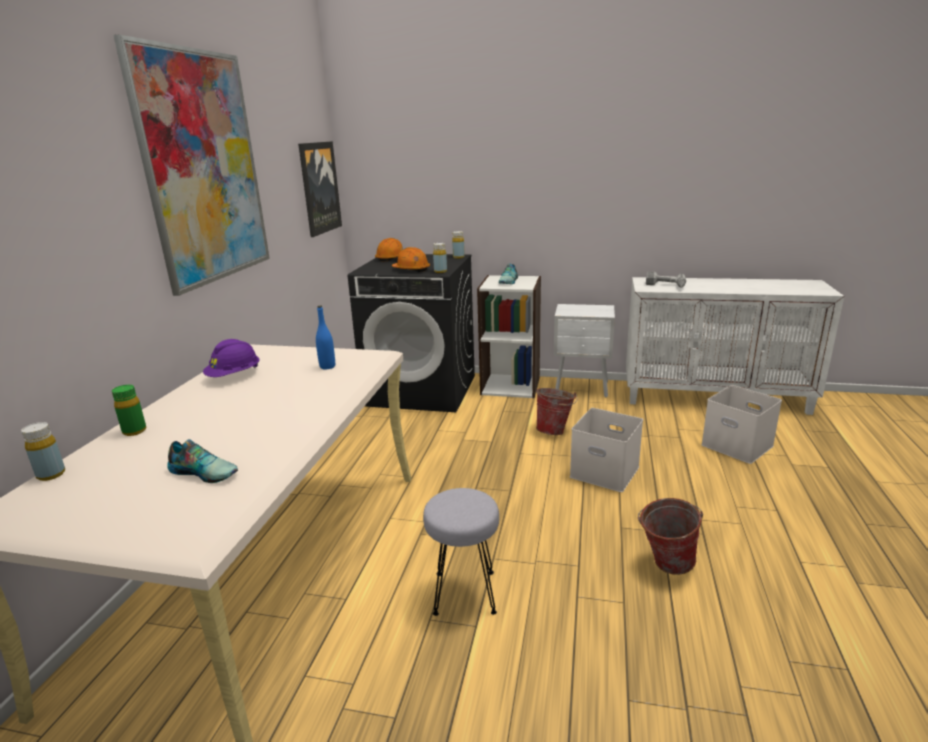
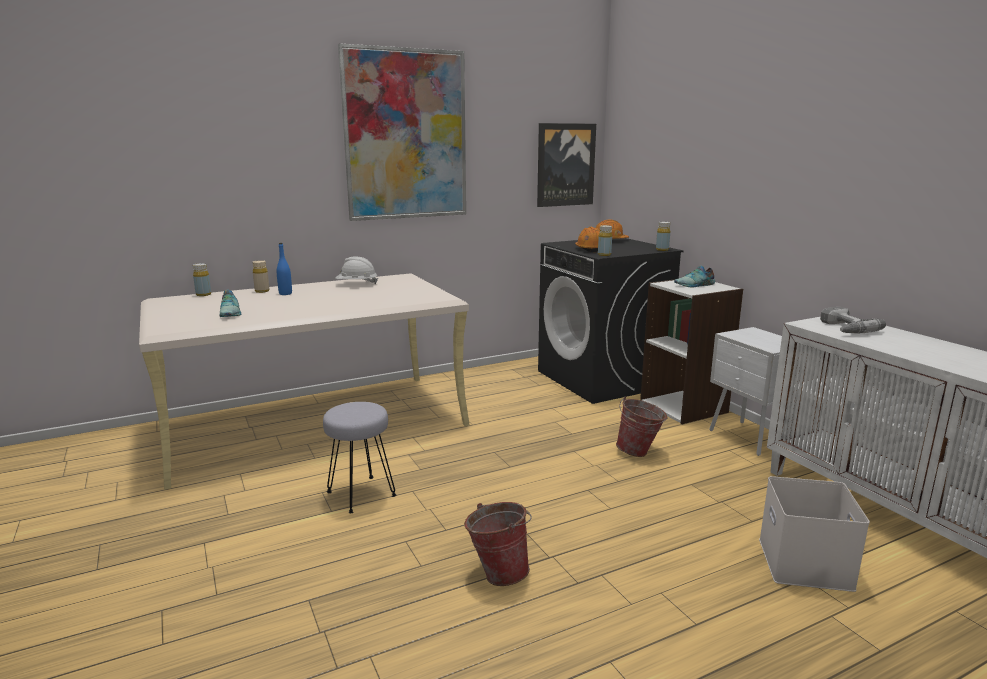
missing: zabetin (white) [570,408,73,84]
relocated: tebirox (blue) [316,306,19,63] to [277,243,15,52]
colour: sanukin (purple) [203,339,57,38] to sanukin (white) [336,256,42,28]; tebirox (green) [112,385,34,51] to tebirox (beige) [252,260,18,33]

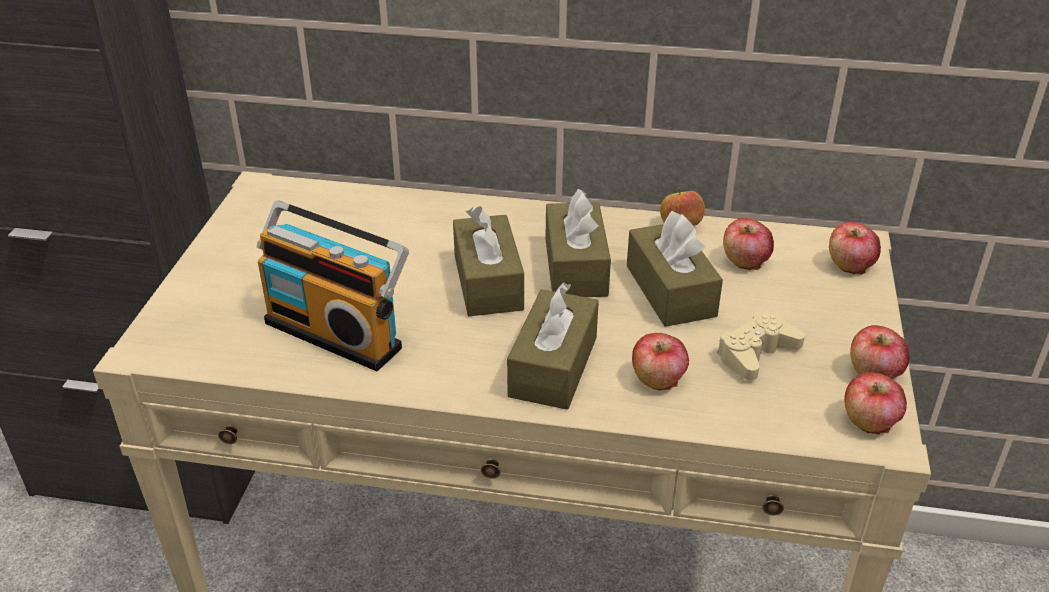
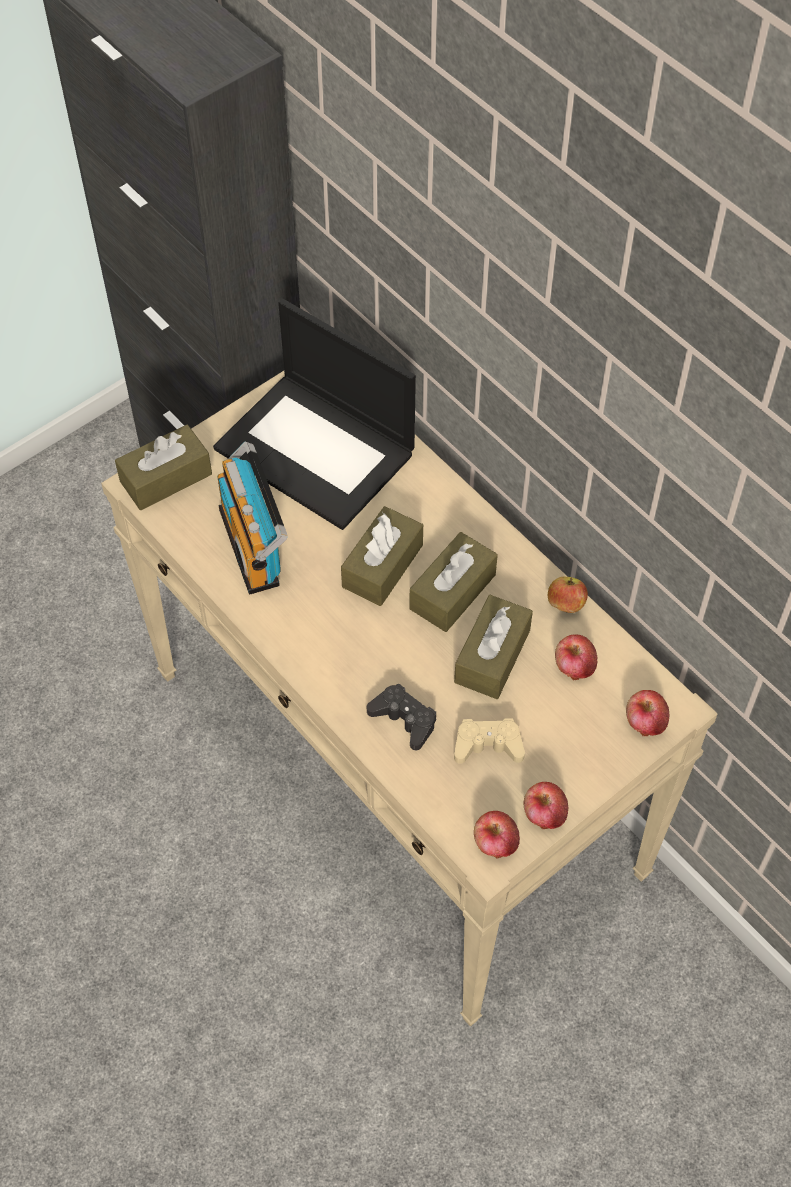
appeared: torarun [213,299,203,231]
relocated: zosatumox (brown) [507,282,92,128] to [115,425,97,85]
exchanged: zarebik [632,333,57,58] to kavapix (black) [367,684,69,66]

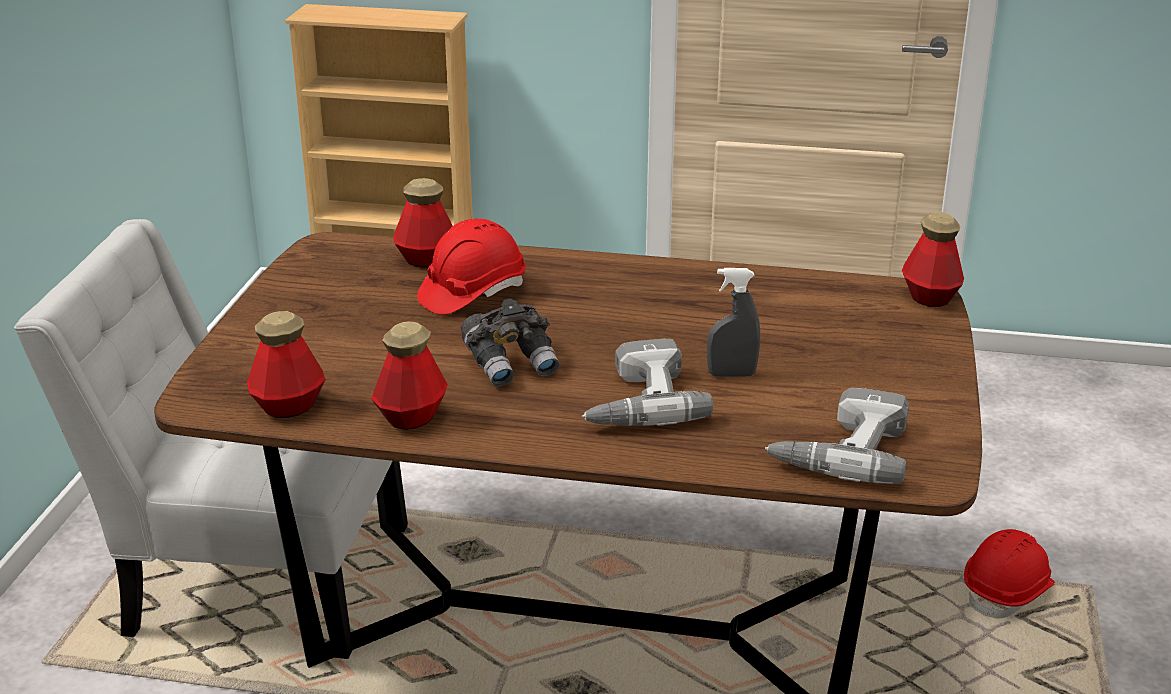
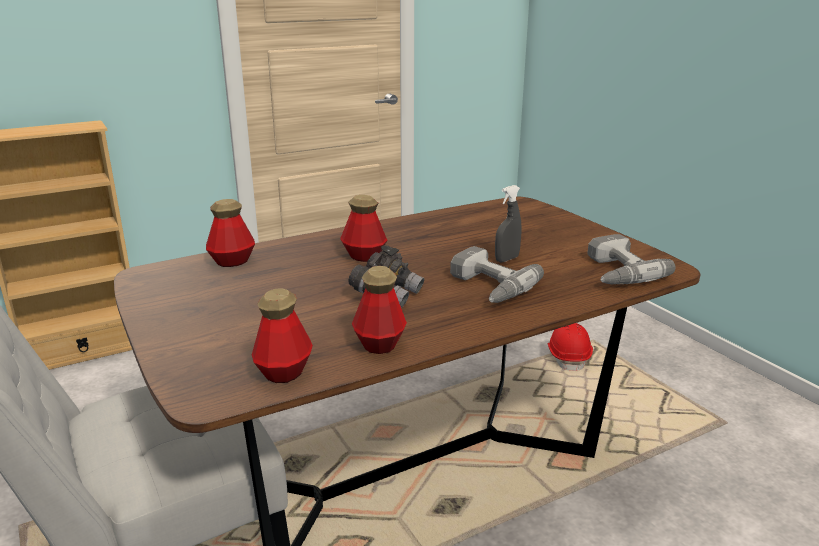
missing: sanukin (red) [417,219,109,96]
relocated: tebirox [902,212,62,95] to [340,195,47,67]

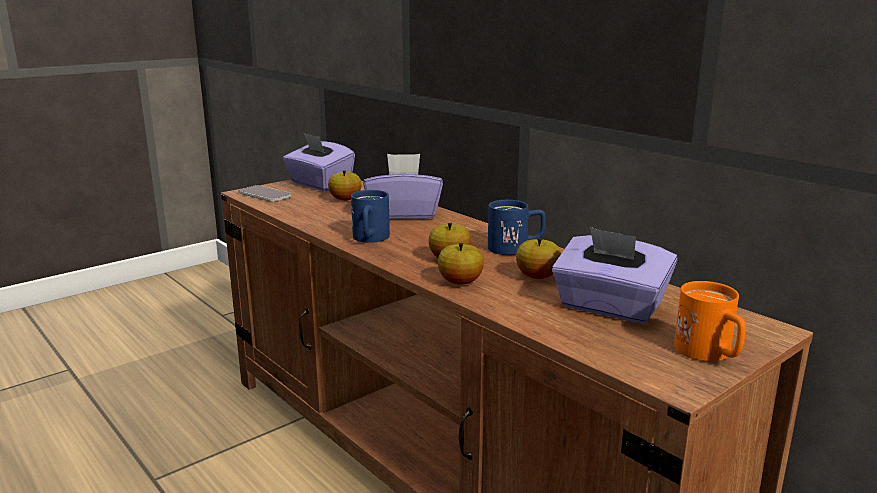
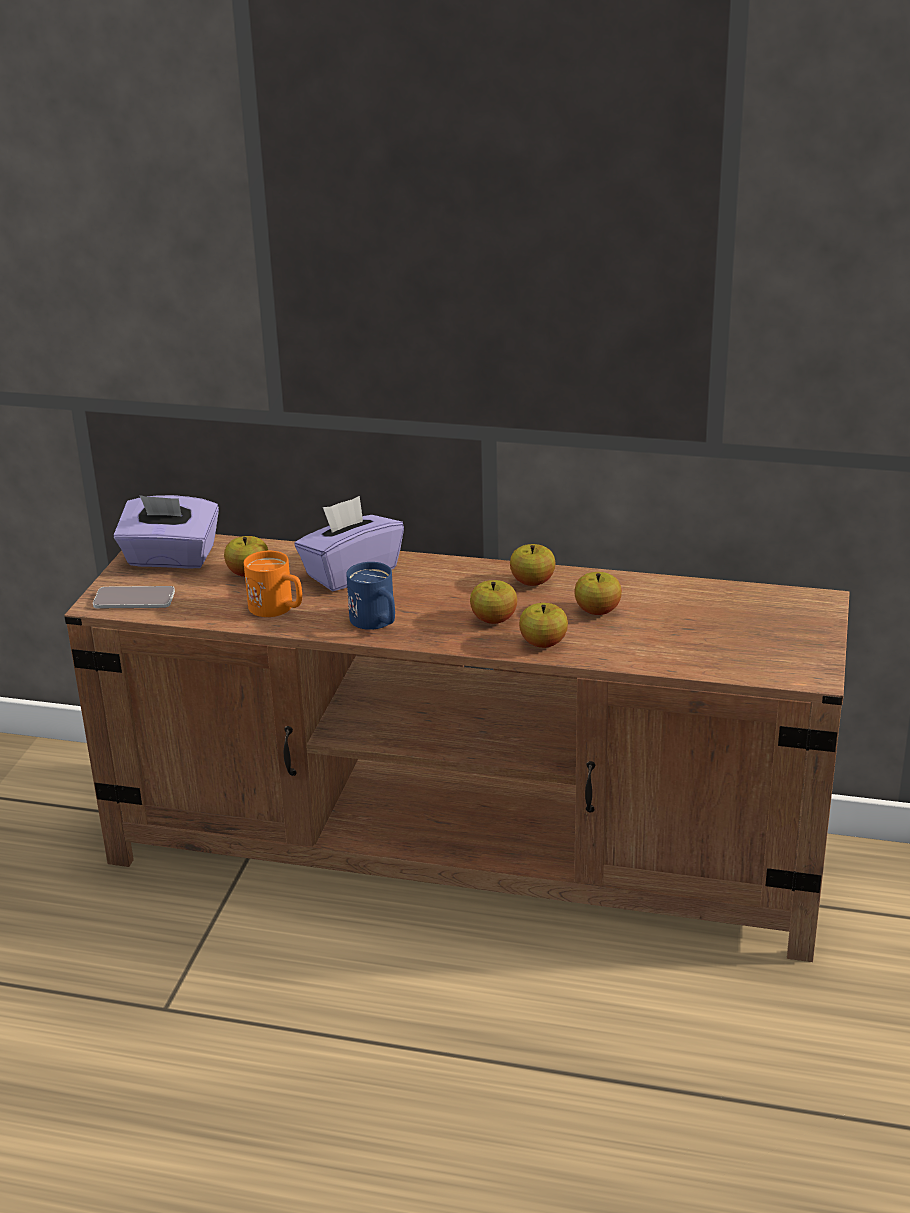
missing: zosatumox (purple) [552,227,125,97]
relocated: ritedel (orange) [674,281,72,81] to [244,551,58,66]
exchanged: ritedel (blue) [488,200,58,55] to zarebik [510,544,45,42]

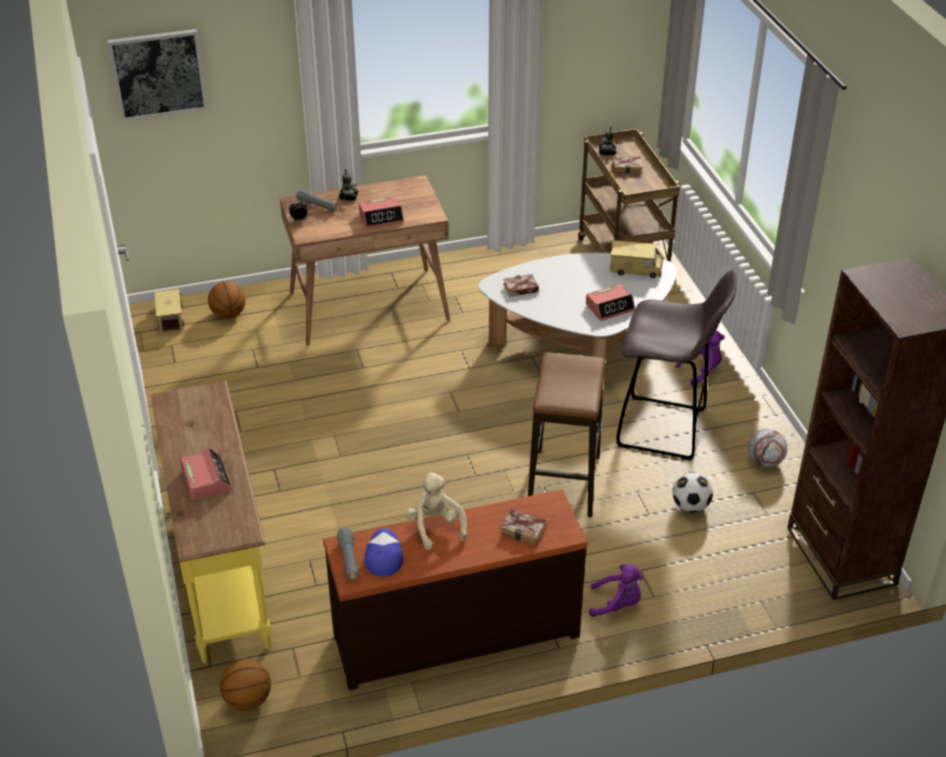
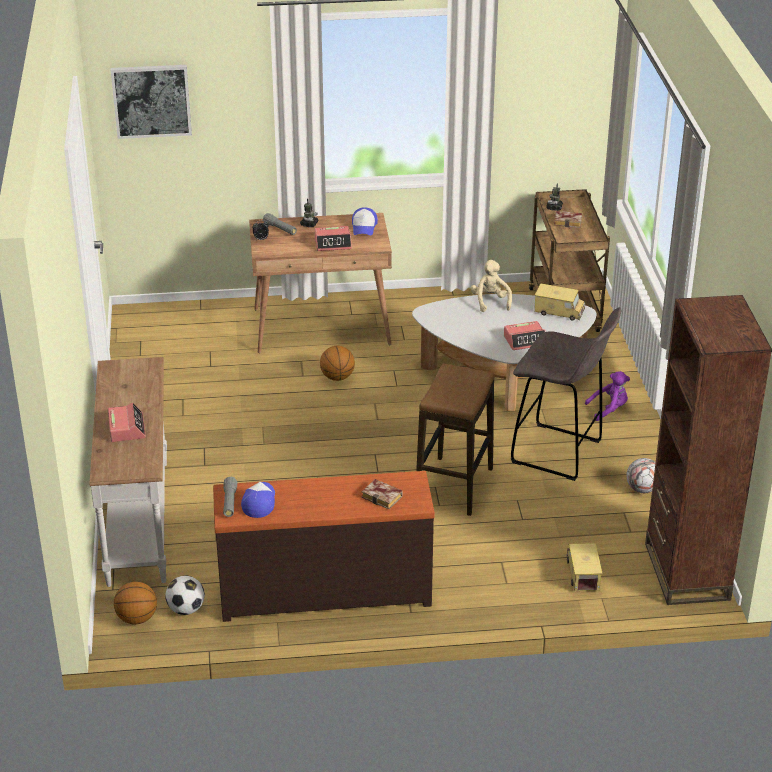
missing: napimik [503,274,36,23]; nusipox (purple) [589,564,54,53]
appeared: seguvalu [352,207,26,28]
relocated: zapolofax [208,281,37,38] to [320,346,35,35]; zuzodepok [154,289,30,44] to [567,543,36,48]; nusipox (beige) [405,472,62,78] to [470,260,42,52]; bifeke [673,472,40,41] to [165,576,40,39]
colour: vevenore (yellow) [150,381,121,282] to vevenore (white) [90,357,77,230]

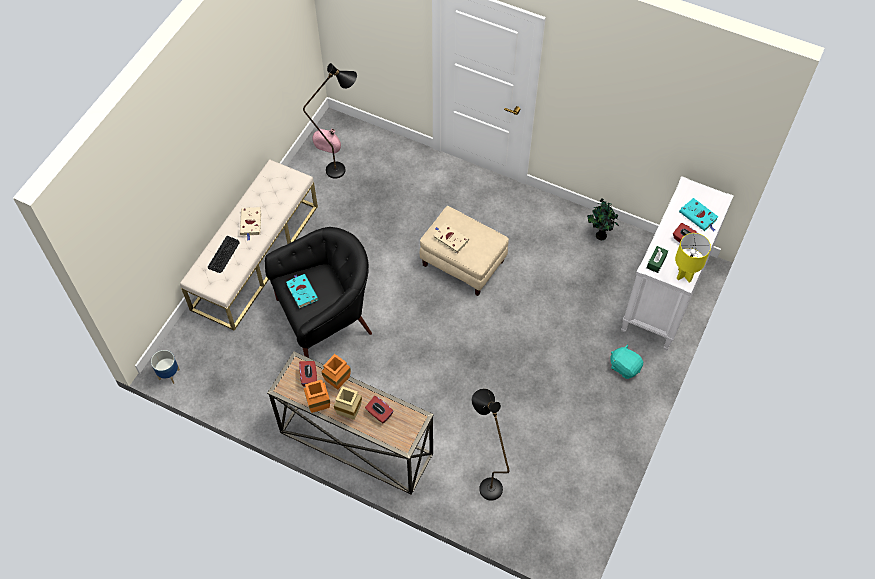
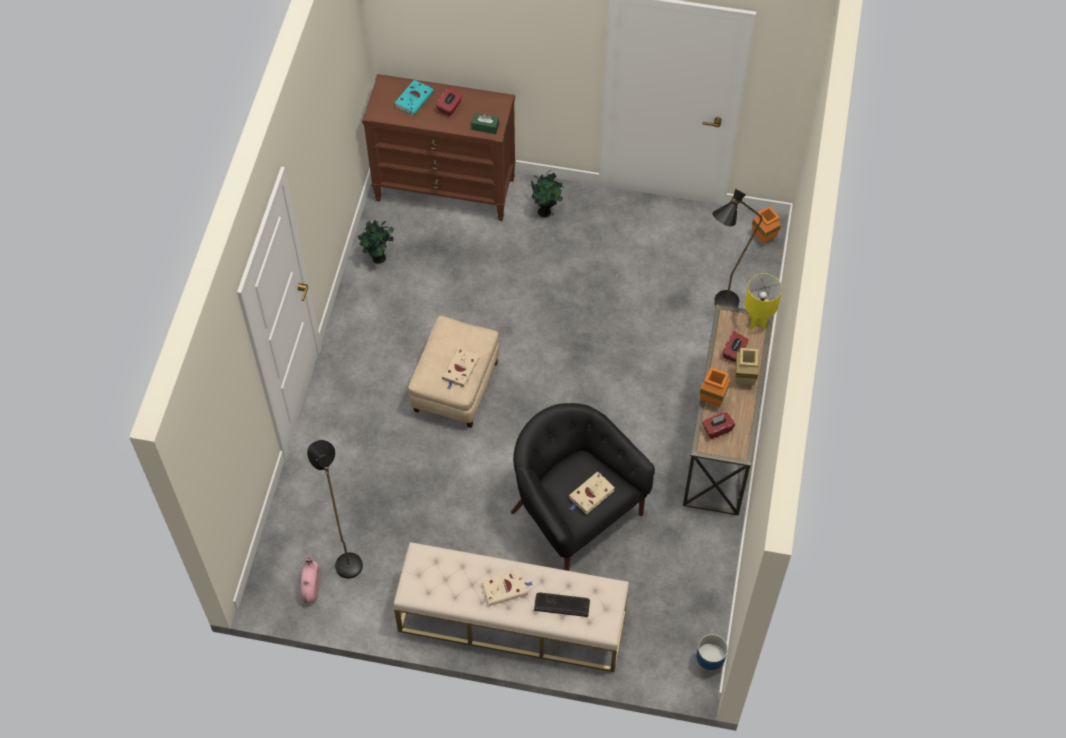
relocated: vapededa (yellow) [675,233,36,49] to [745,273,37,56]; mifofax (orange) [304,380,26,33] to [752,206,29,38]
exchanged: nusipox (turquoise) [611,344,32,35] to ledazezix [530,170,34,47]
colour: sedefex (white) [621,176,113,174] to sedefex (brown) [362,74,154,147]; napimik (turquoise) [286,274,32,34] to napimik (beige) [569,472,46,43]

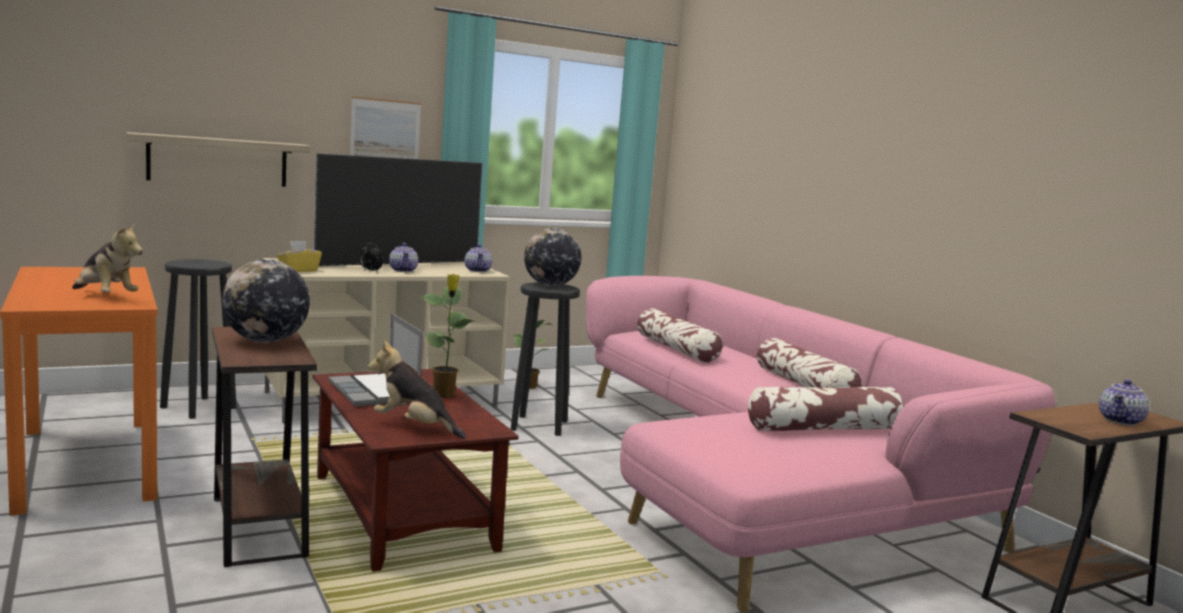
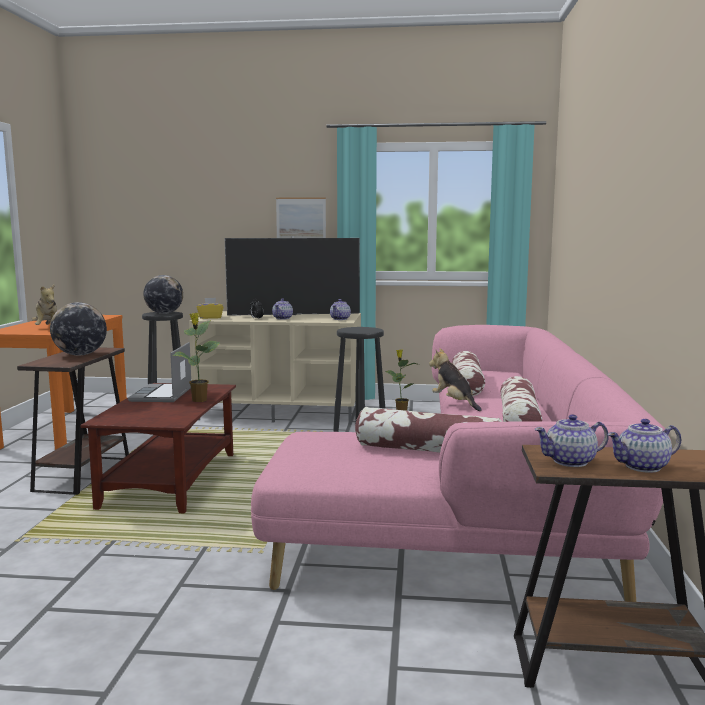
missing: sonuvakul [126,132,185,55]
appeared: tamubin [534,414,75,53]
relocated: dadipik [524,228,57,58] to [144,275,39,39]; nusipox [368,341,98,98] to [429,348,53,63]

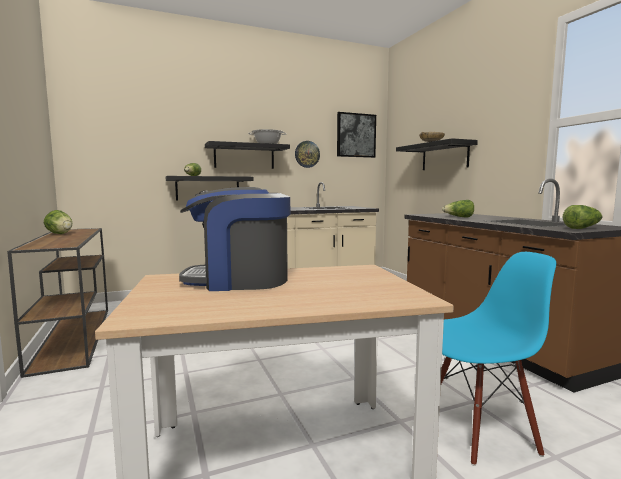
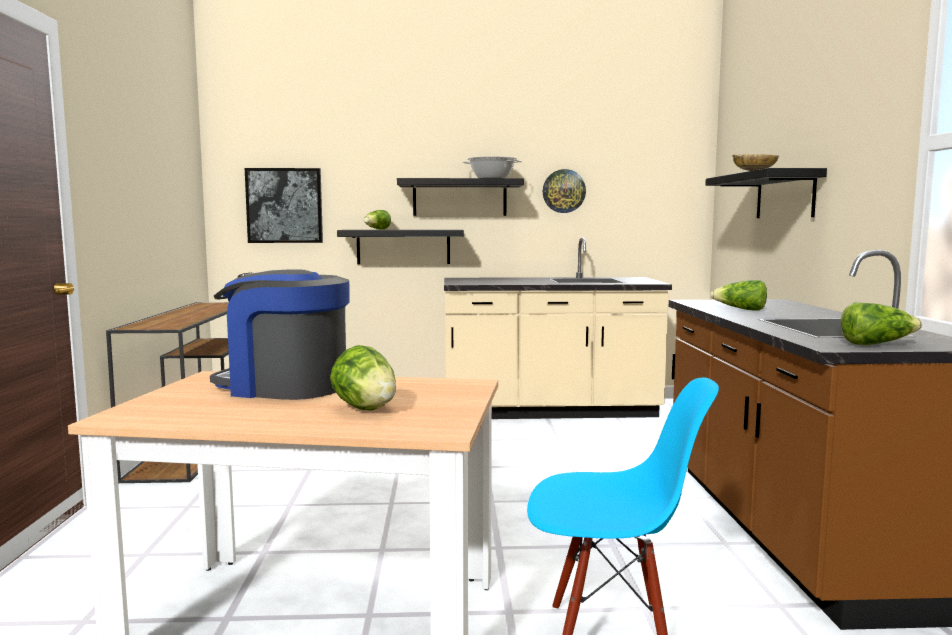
relocated: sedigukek [337,112,39,46] to [245,168,78,75]; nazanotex [44,210,28,24] to [330,345,66,66]

